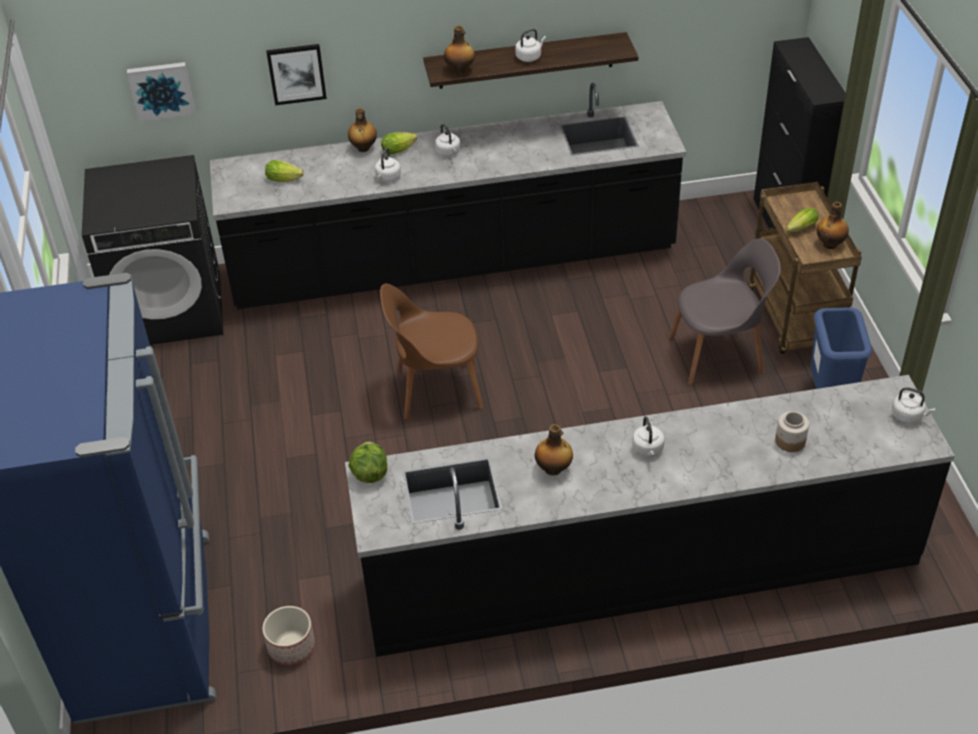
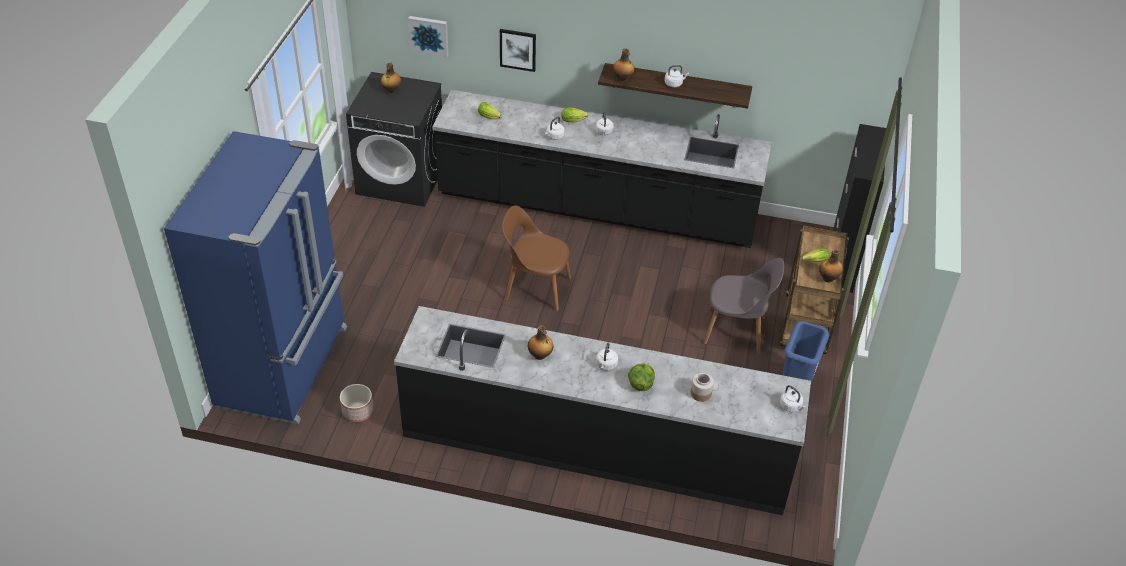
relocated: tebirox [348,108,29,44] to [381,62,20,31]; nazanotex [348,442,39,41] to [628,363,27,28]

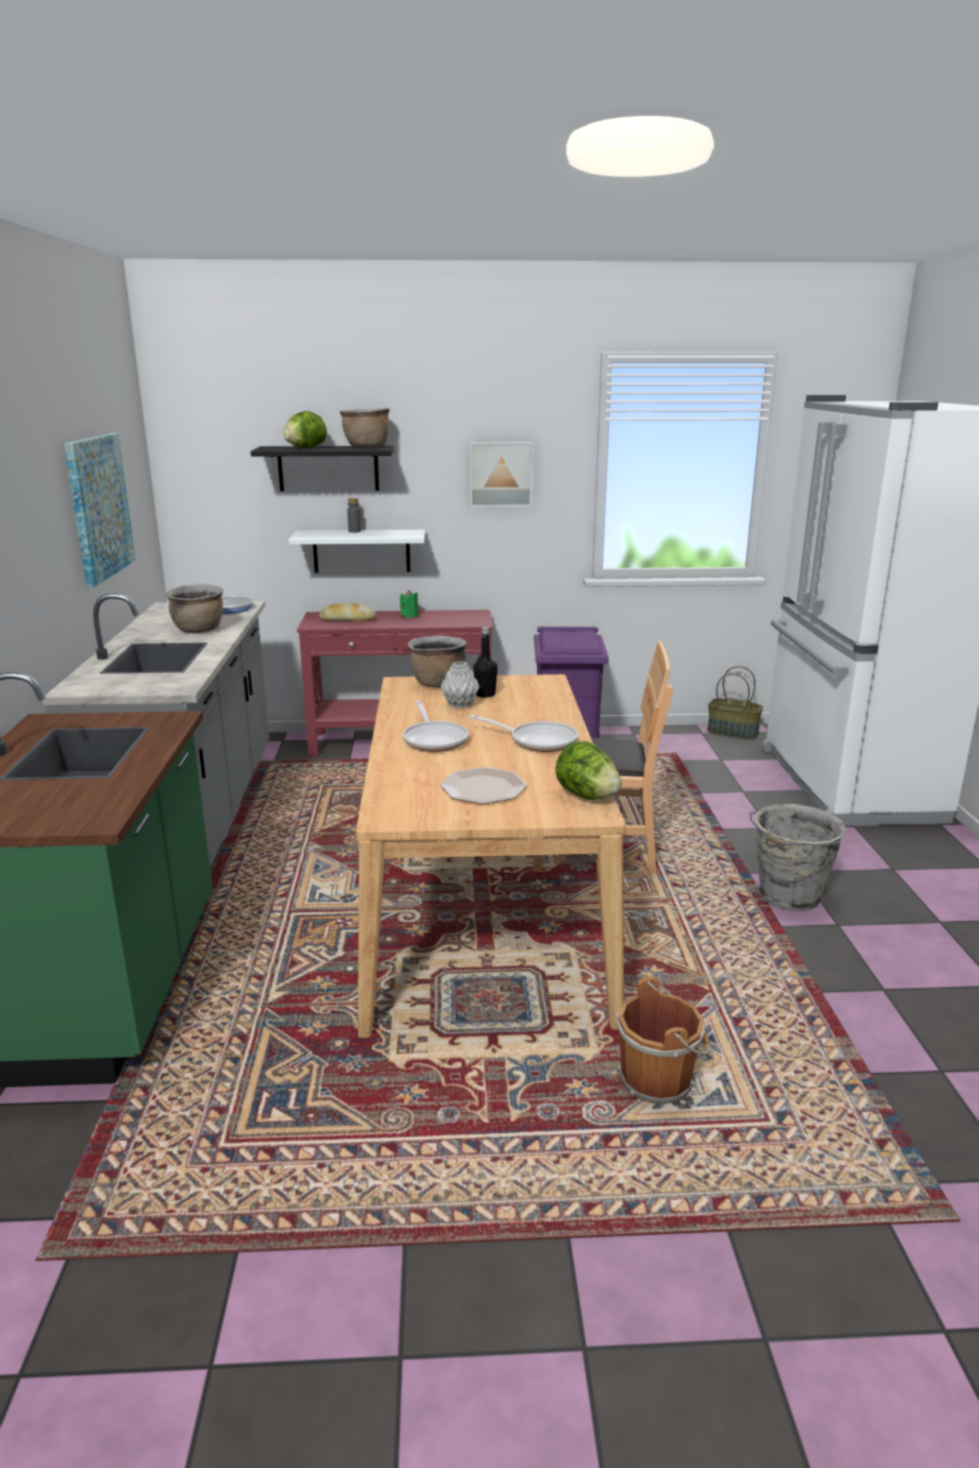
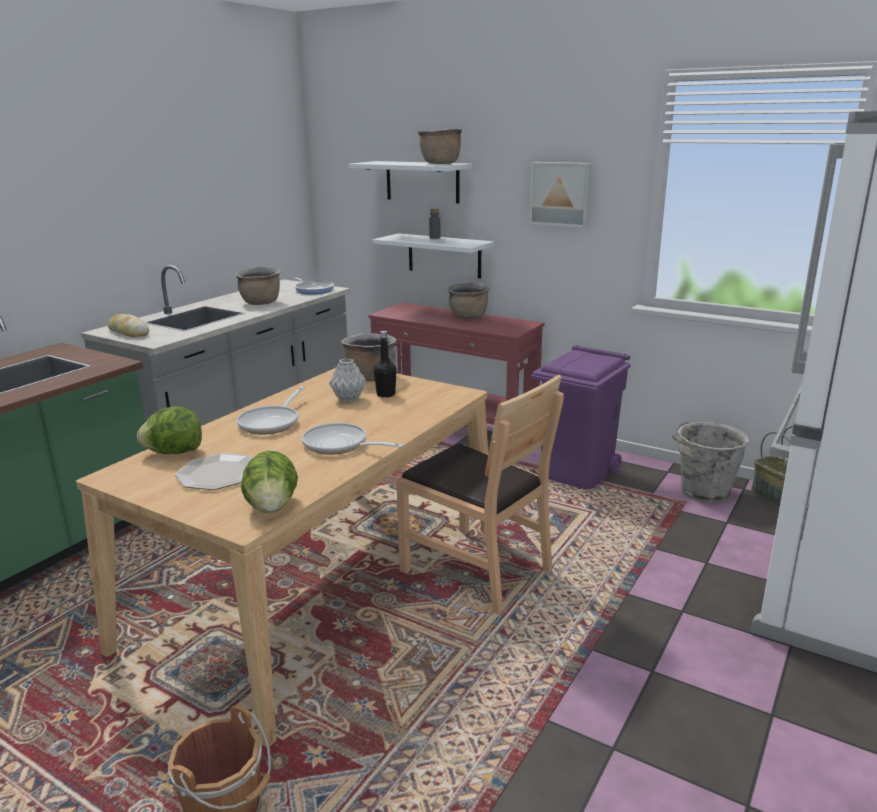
missing: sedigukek [64,433,72,154]
relocated: nazanotex [283,411,44,37] to [137,406,65,48]; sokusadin [319,602,57,19] to [108,314,41,23]; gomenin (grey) [750,804,96,108] to [672,422,77,81]
exchanged: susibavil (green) [400,590,18,28] to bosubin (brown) [448,283,42,36]
colour: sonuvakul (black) [251,446,143,45] to sonuvakul (white) [349,161,123,43]
spun: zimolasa [469,715,109,37] = [302,423,102,32] 150 degrees clockwise

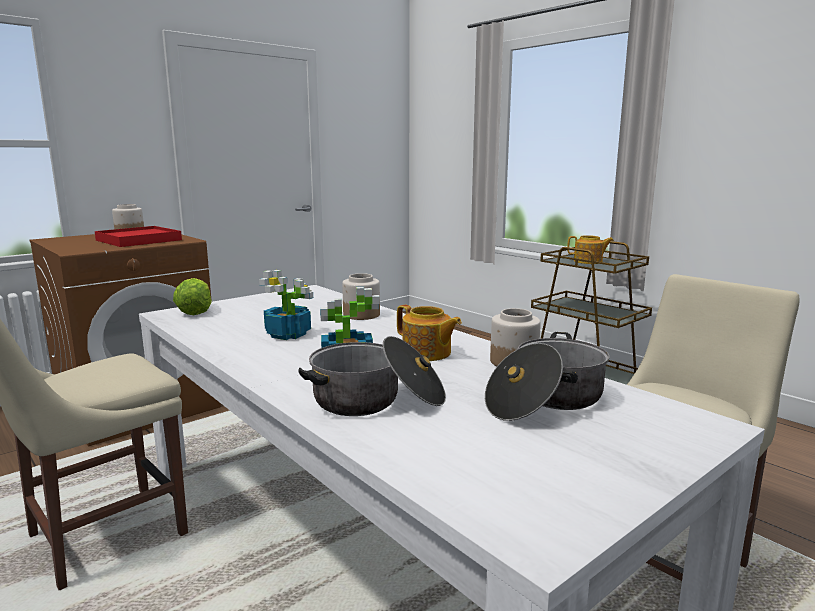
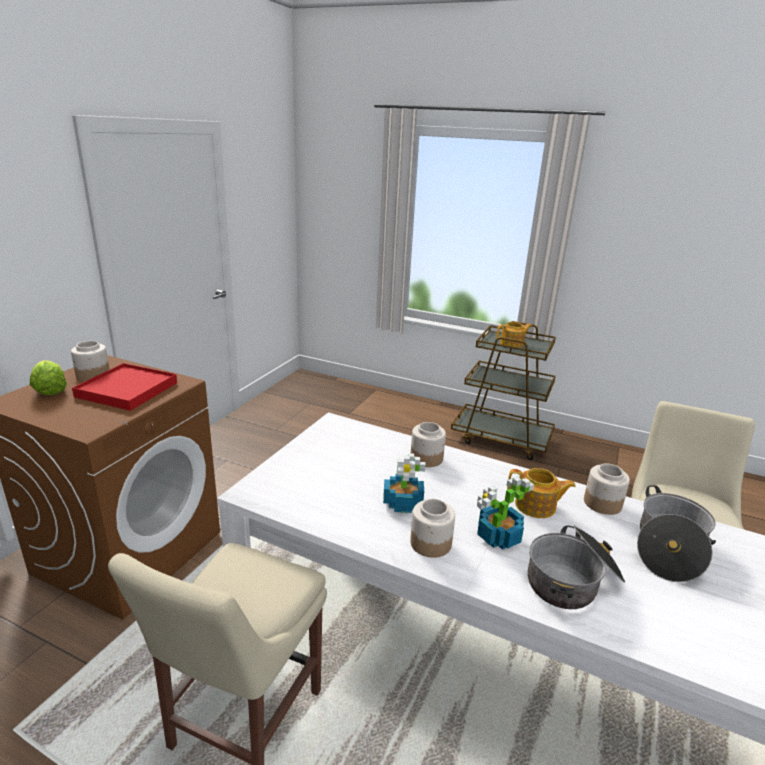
appeared: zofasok [410,499,45,59]
relocated: nazanotex [173,278,39,37] to [30,360,37,35]

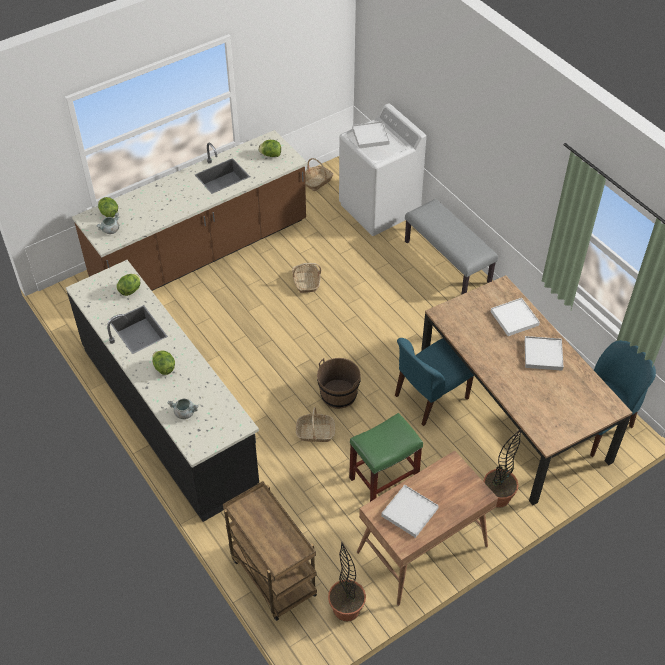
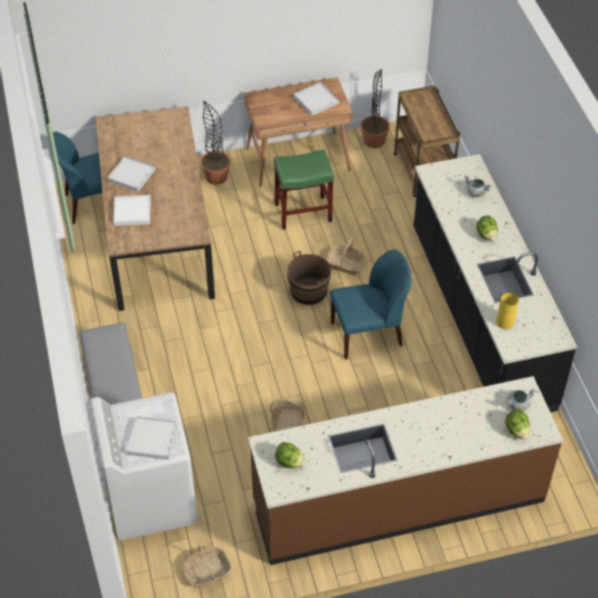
relocated: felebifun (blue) [395,338,79,88] to [330,250,81,110]
exchanged: nazanotex [117,274,23,22] to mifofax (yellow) [496,293,23,36]

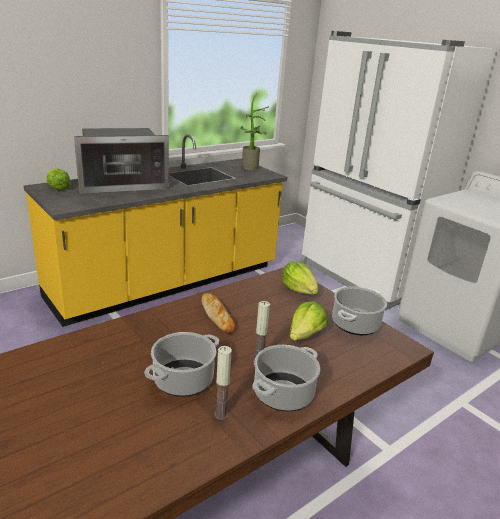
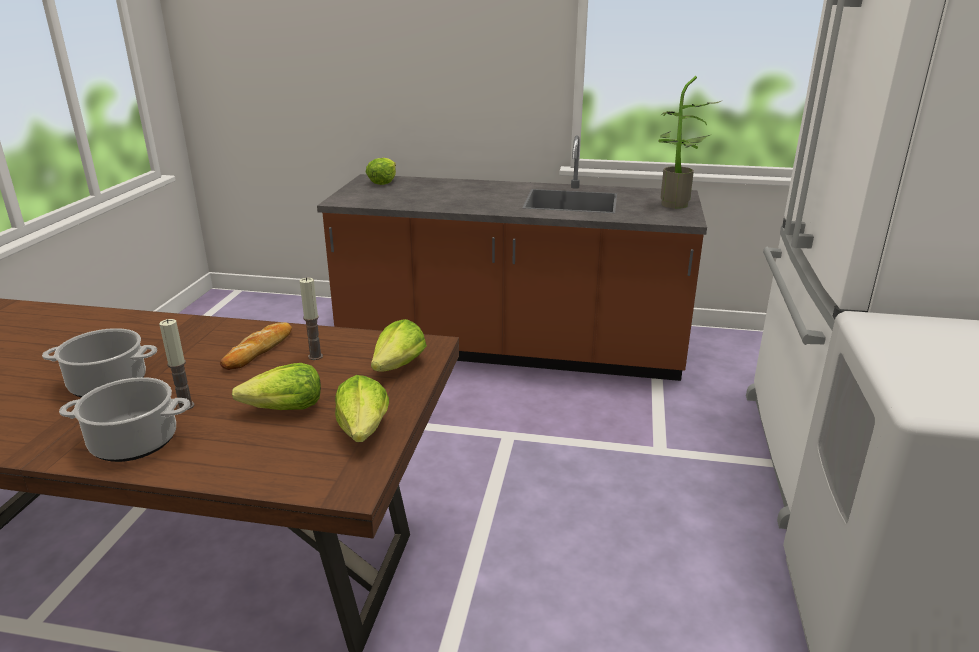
missing: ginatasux [74,128,95,66]
relocated: susibavil [214,346,18,74] to [300,277,23,83]
exchanged: bosubin [332,286,55,49] to nazanotex [335,375,54,67]
colour: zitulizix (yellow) [24,134,263,193] to zitulizix (brown) [317,136,390,245]

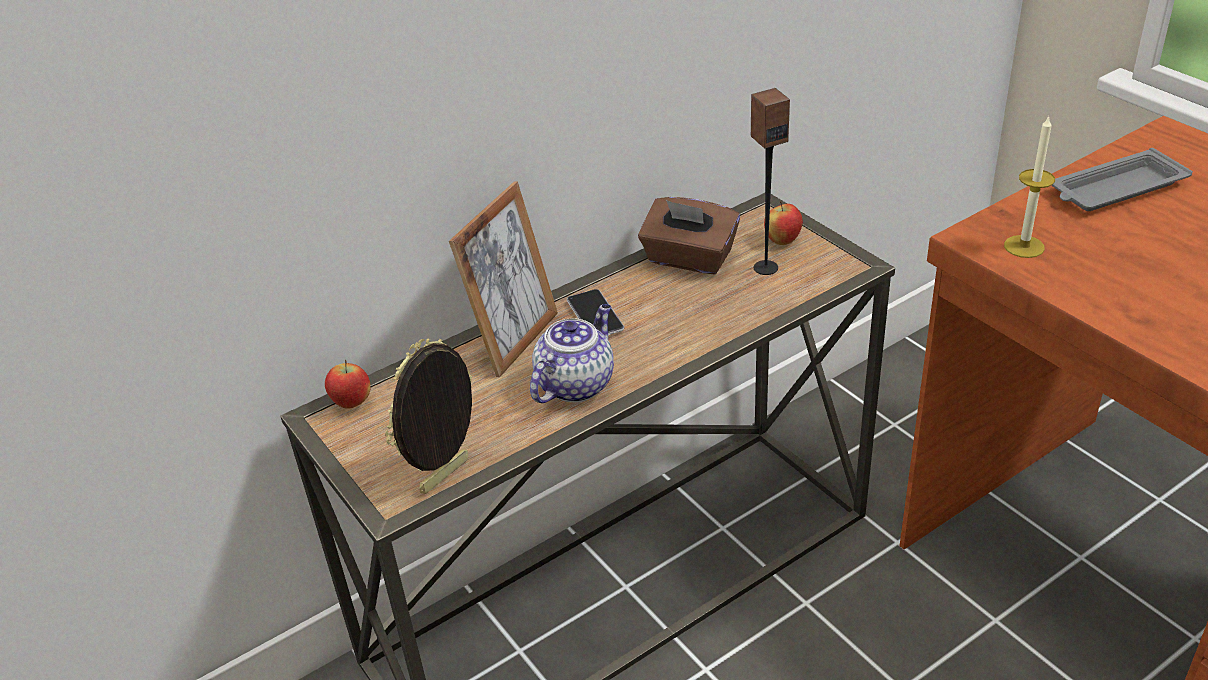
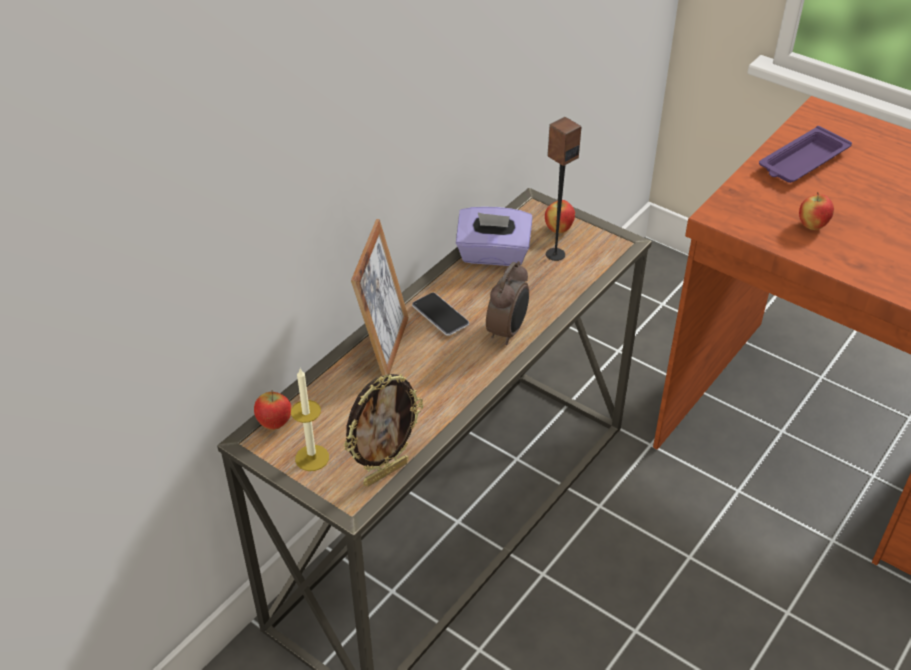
missing: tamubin [530,304,84,99]
appeared: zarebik [799,192,35,38]; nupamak [486,261,43,84]
relocated: susibavil [1004,115,51,143] to [291,369,38,102]
colour: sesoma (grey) [1051,148,142,63] to sesoma (purple) [759,126,93,57]; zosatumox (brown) [638,197,102,77] to zosatumox (purple) [456,207,77,59]
spun: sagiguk [385,338,87,156] = [343,374,80,113] 150 degrees counterclockwise

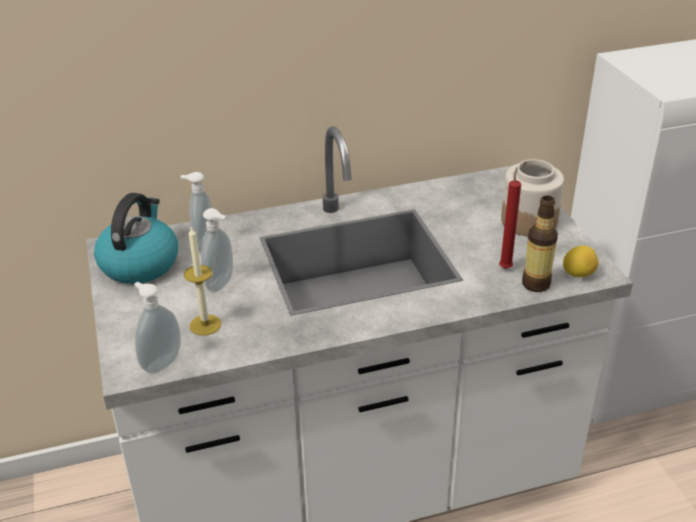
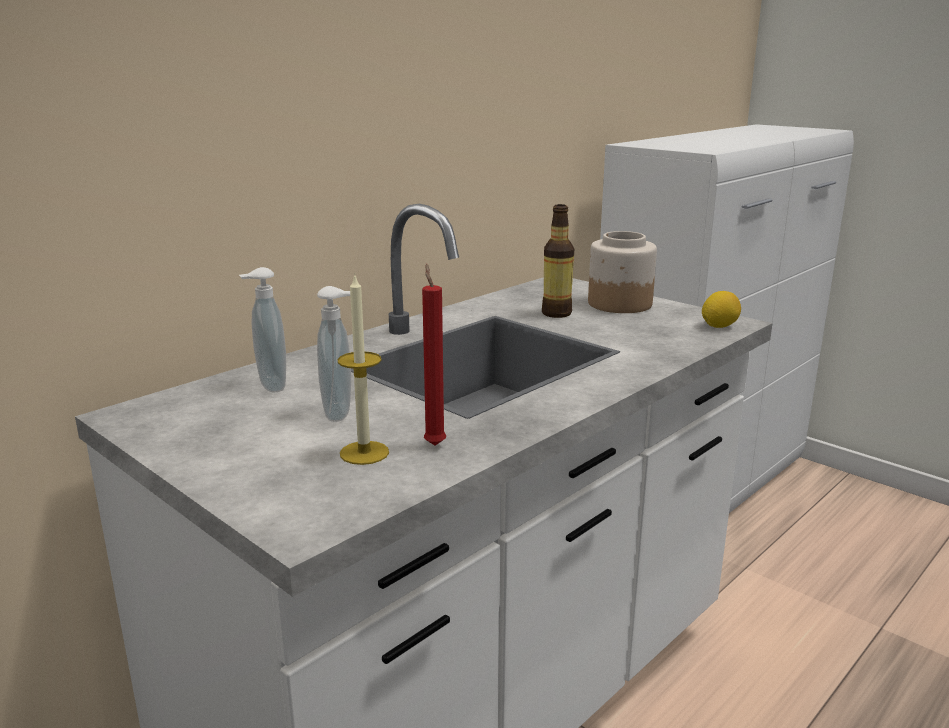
missing: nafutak [94,193,84,91]; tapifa [134,282,47,92]
relocated: susibavil (red) [499,167,22,102] to [422,264,24,182]; tebirox [522,196,36,96] to [542,204,32,114]

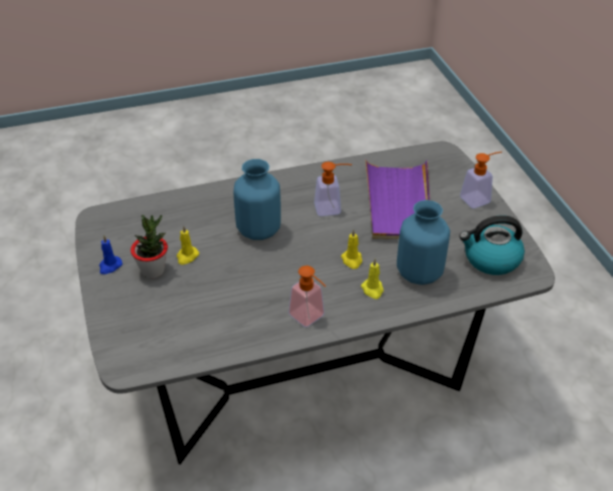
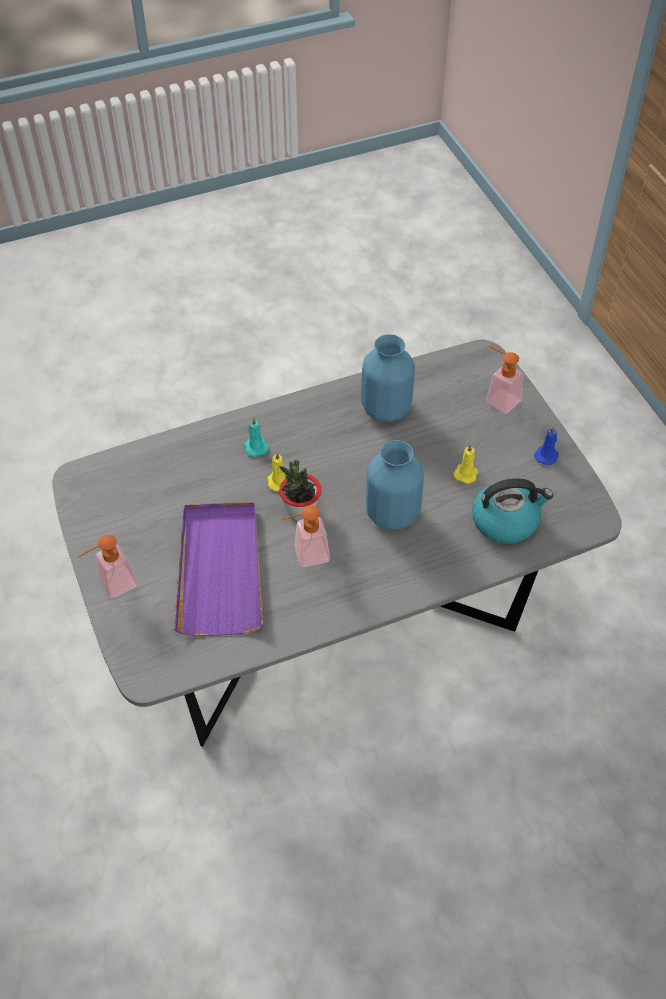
relocated: mifofax (blue) [397,200,53,85] to [361,334,54,88]; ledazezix [131,214,37,64] to [279,460,42,61]; nafutak [459,215,66,60] to [472,478,81,66]; tapifa [288,266,38,61] to [486,346,37,68]
colour: susibavil (yellow) [361,259,23,40] to susibavil (turquoise) [245,417,24,40]

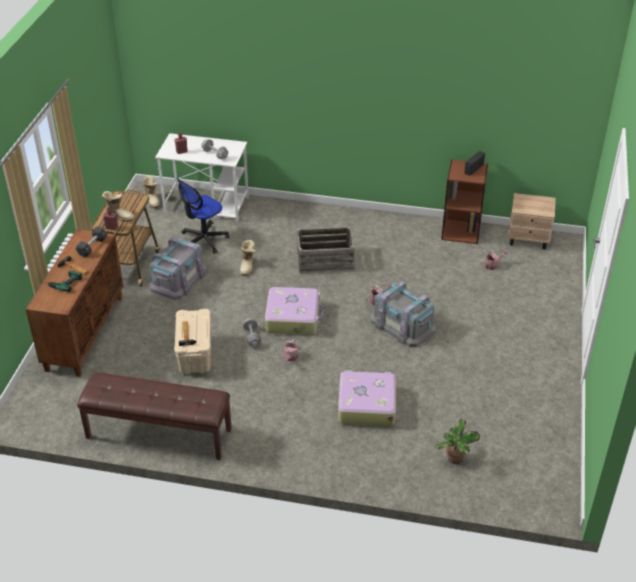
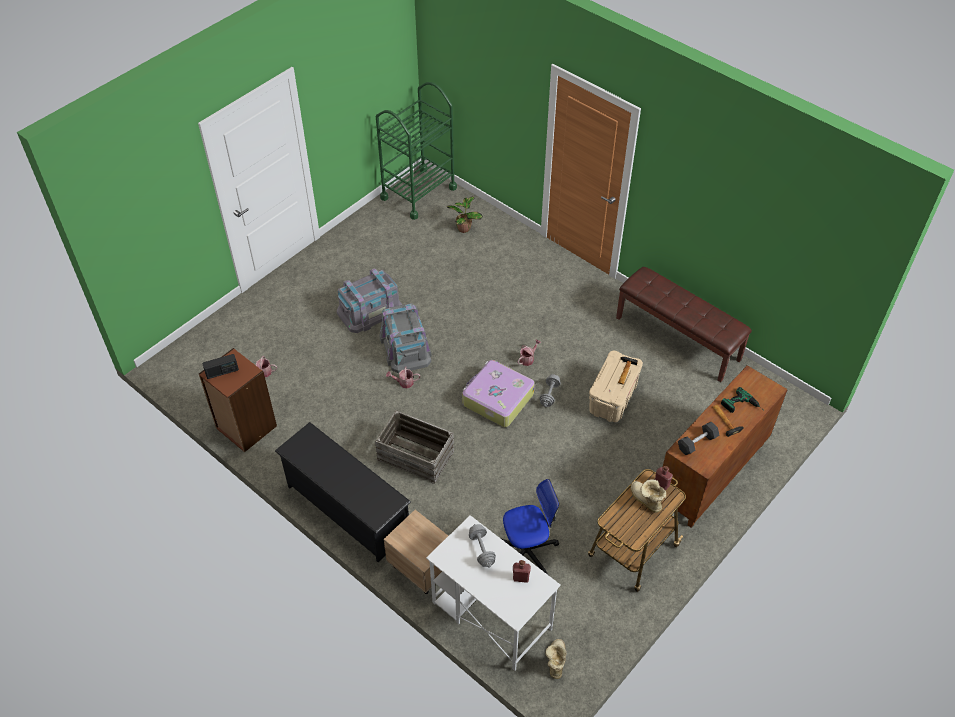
missing: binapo [239,240,17,36]; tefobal [338,370,58,56]
appeared: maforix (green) [376,82,81,138]; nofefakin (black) [275,422,136,140]
relocated: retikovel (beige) [508,193,48,57] to [384,510,64,84]; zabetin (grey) [149,238,58,62] to [337,268,66,65]

